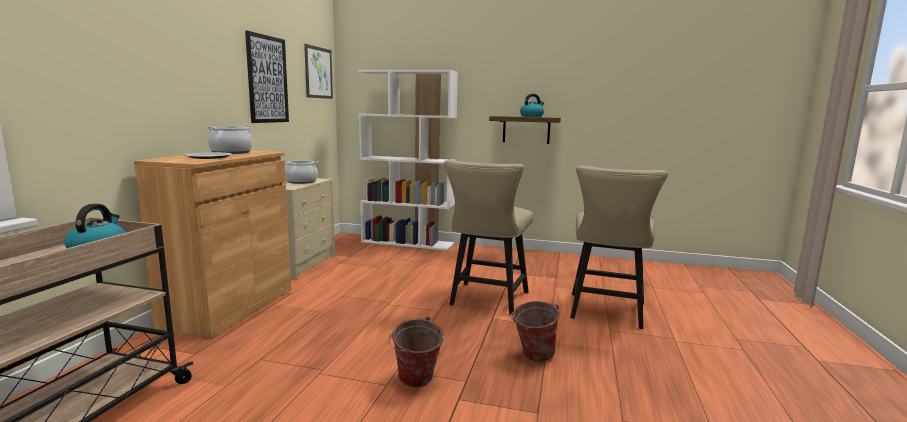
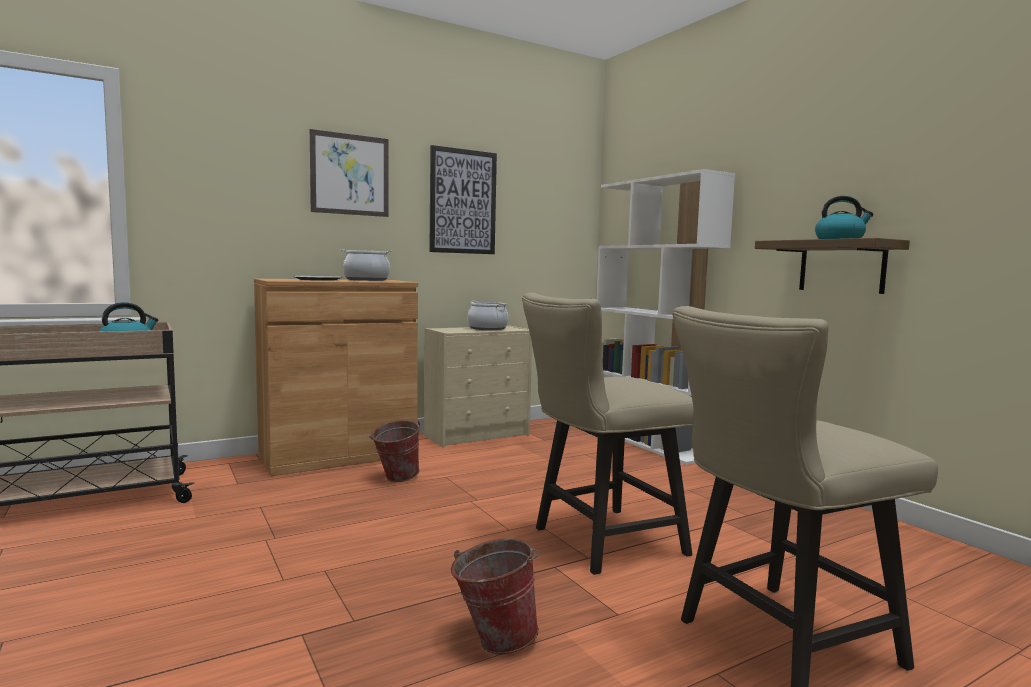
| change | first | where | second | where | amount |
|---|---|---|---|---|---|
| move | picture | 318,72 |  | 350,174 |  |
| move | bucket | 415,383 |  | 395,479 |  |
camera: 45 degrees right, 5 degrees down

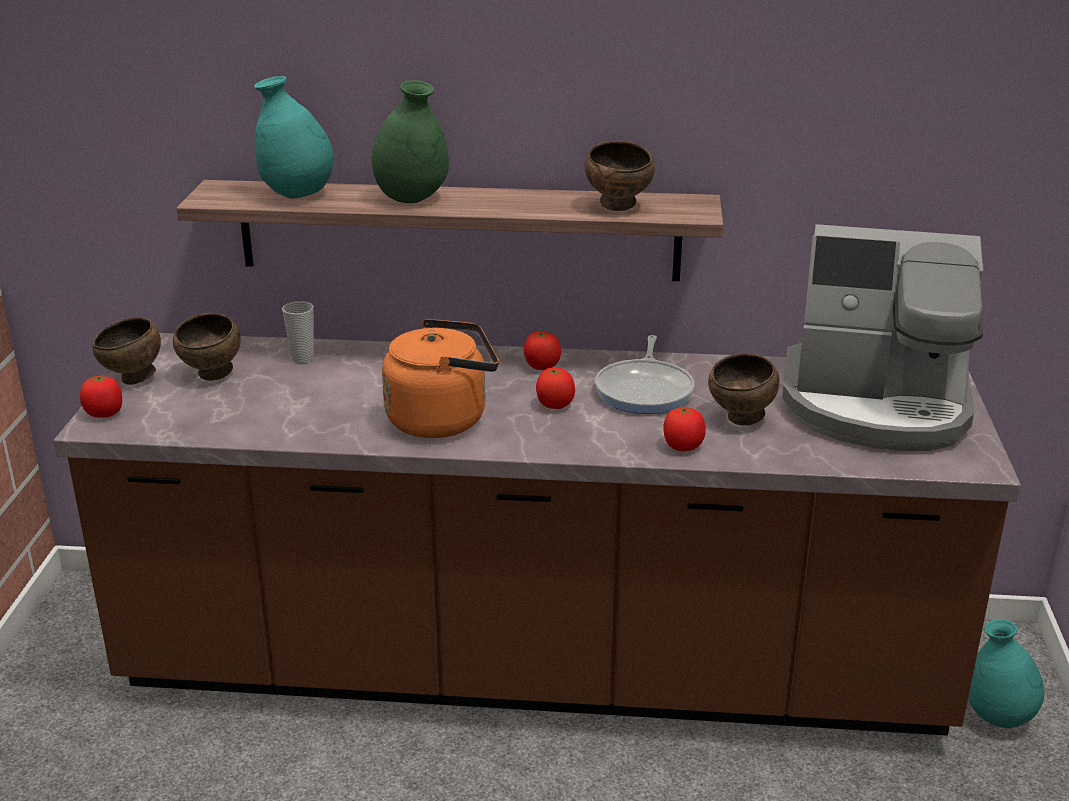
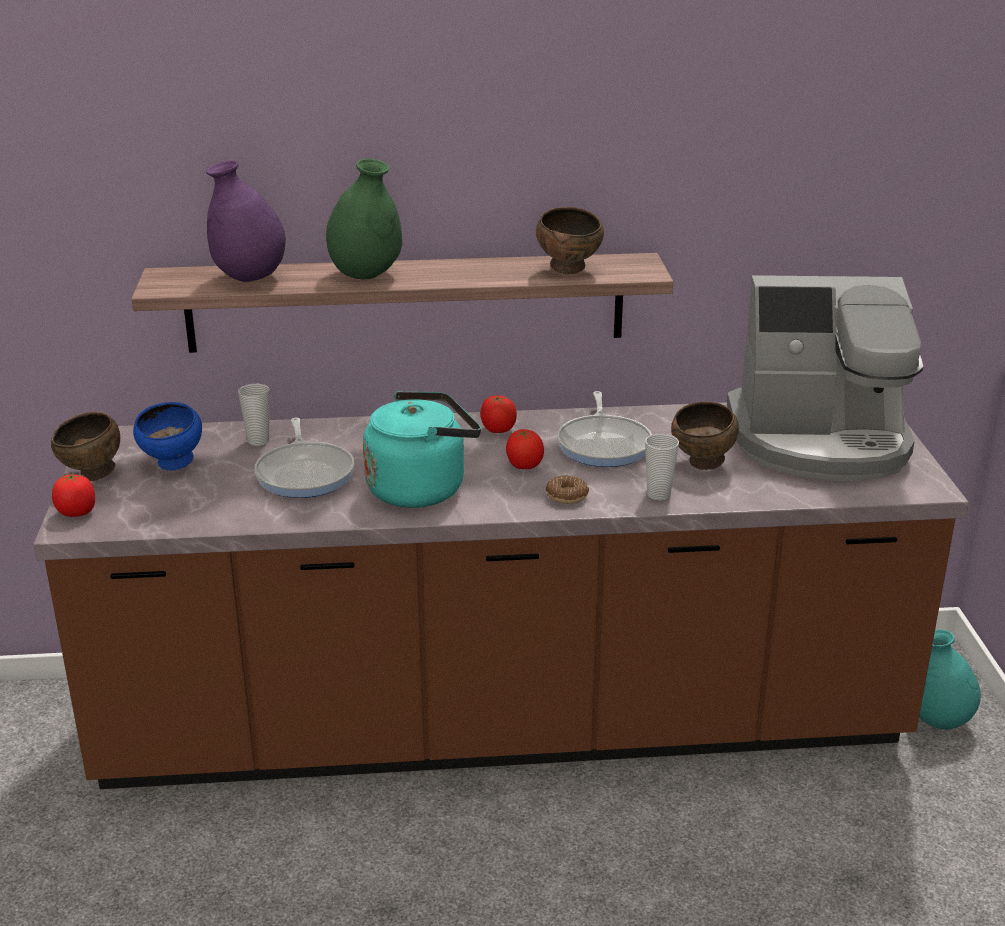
| change | first | where | second | where | amount |
|---|---|---|---|---|---|
| recolor | turquoise_vase | 297,195 | purple_vase | 250,278 |  |
| recolor | brown_bowl | 213,376 | blue_bowl | 174,465 |  |
| recolor | orange_kettle | 443,419 | turquoise_kettle | 421,488 |  |
| replace | tomato | 683,447 | cup | 658,495 |  |
| insert |  |  | frying_pan | 305,473 |  |
| insert |  |  | donut | 567,496 |  |
camera: 10 degrees left, 0 degrees up

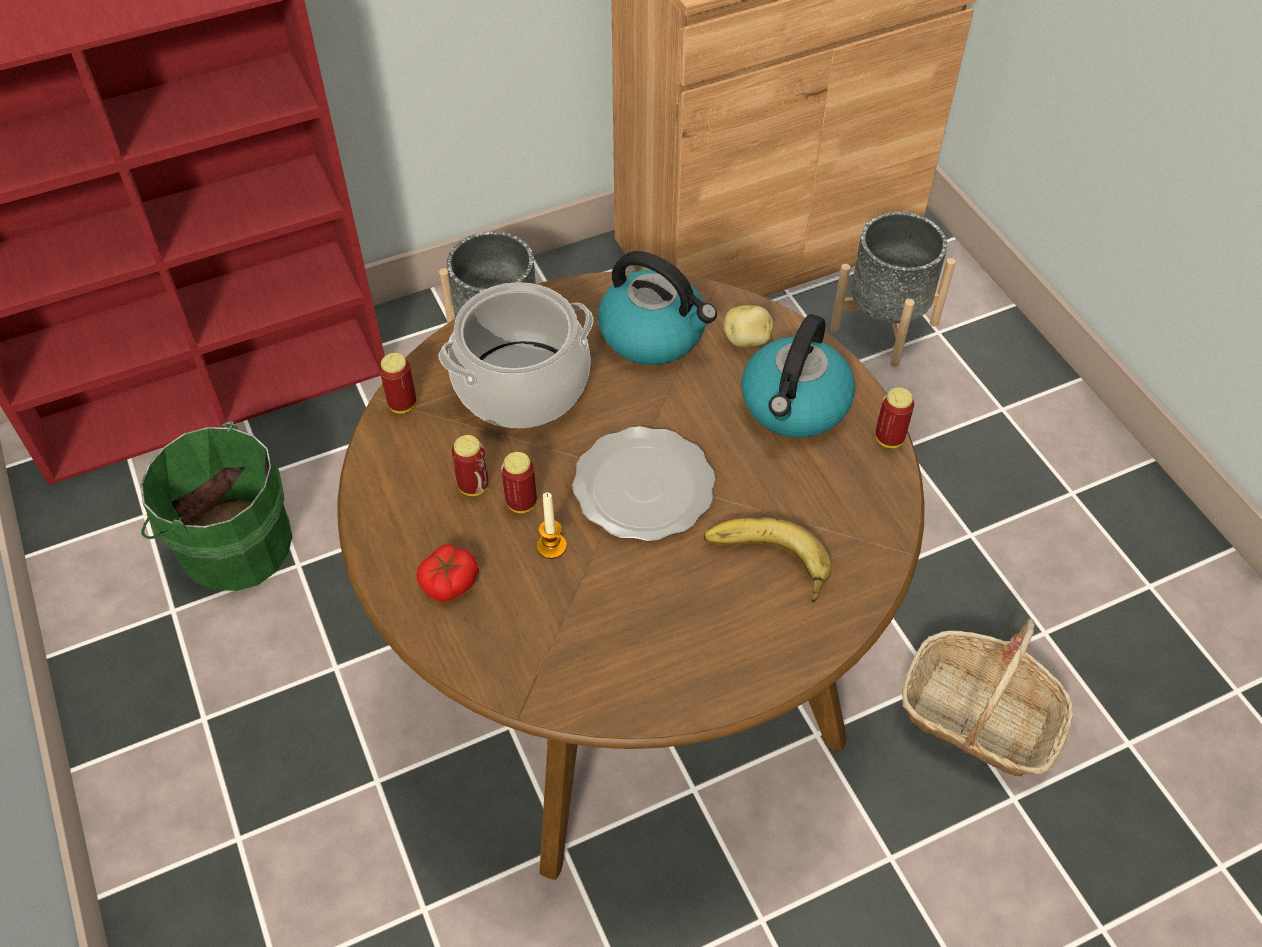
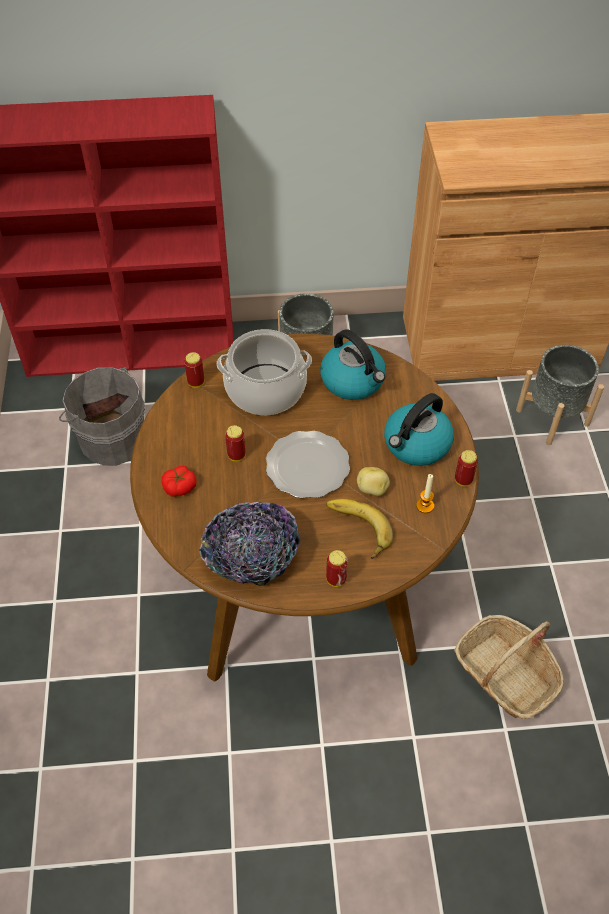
| change | first | where | second | where | amount |
|---|---|---|---|---|---|
| move | potato | 747,340 |  | 372,489 |  |
| recolor | green_bucket | 232,543 | grey_bucket | 110,438 |  |
| move | can | 473,486 |  | 336,579 |  |
| move | candle | 551,546 |  | 425,506 |  |
| insert |  |  | bowl | 252,556 |  |
camera: 20 degrees right, 0 degrees up

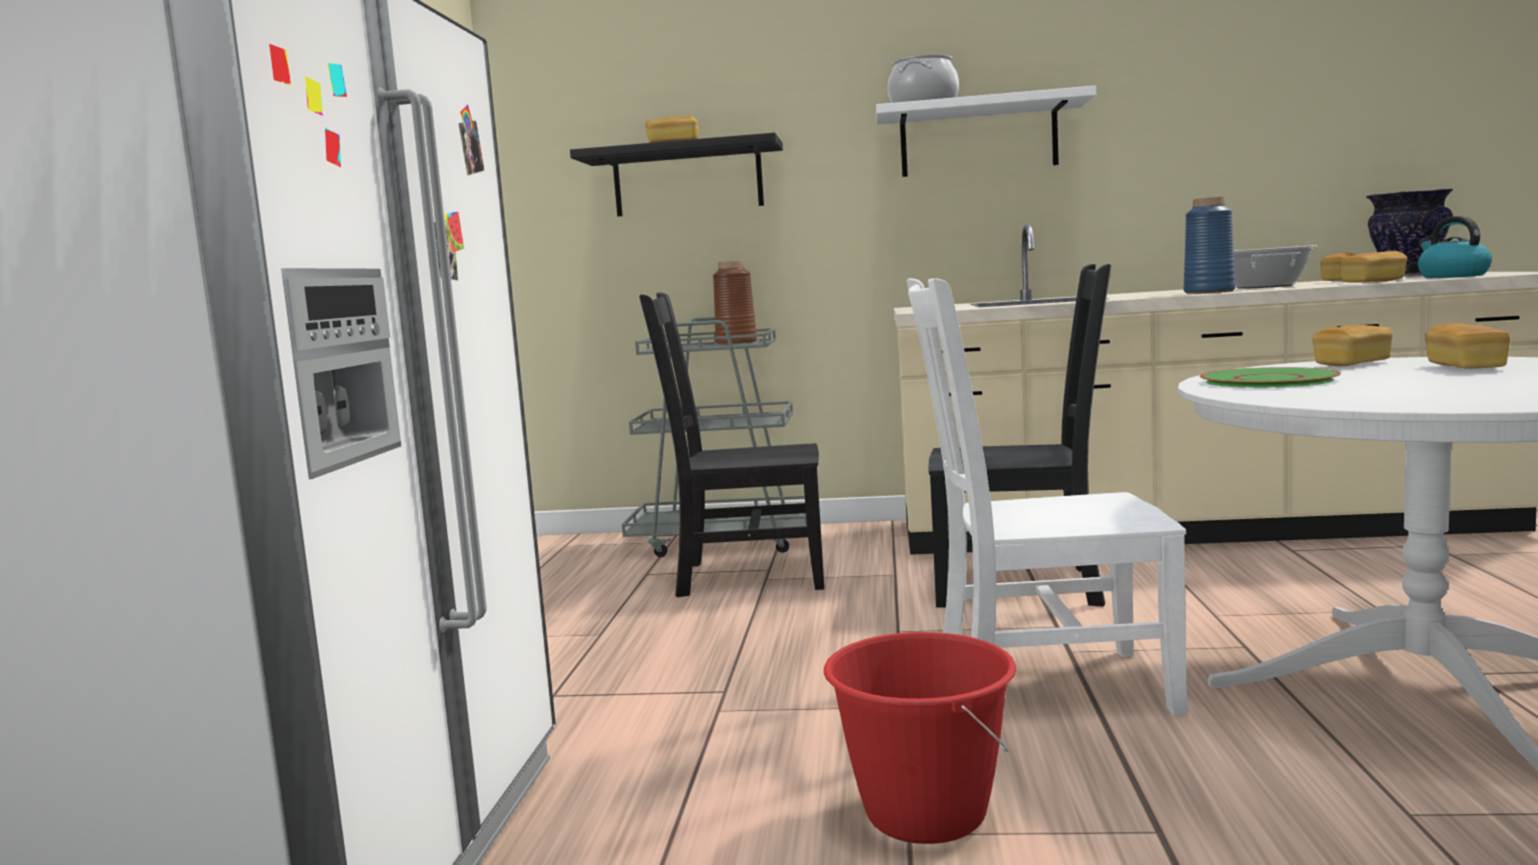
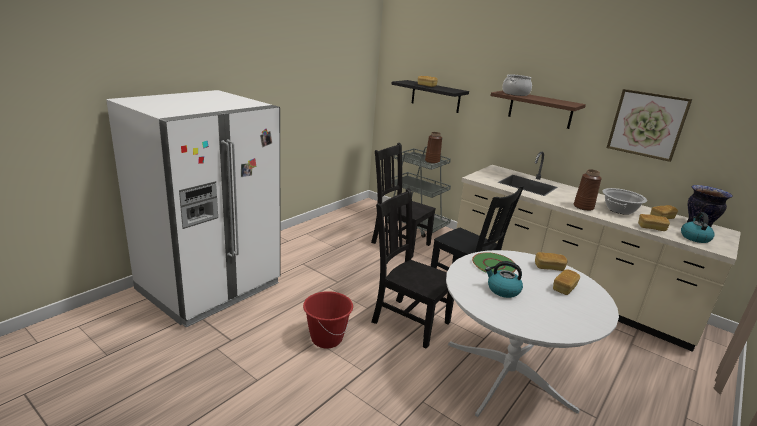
| change | first | where | second | where | amount |
|---|---|---|---|---|---|
| recolor | white_shelf | 978,139 | brown_shelf | 540,109 |  |
| recolor | blue_vase | 1209,292 | brown_vase | 583,207 |  |
| recolor | white_chair | 1043,686 | black_chair | 408,321 |  |
| insert |  |  | picture | 647,124 |  |
| insert |  |  | kettle | 502,290 |  |
camera: 30 degrees right, 15 degrees up

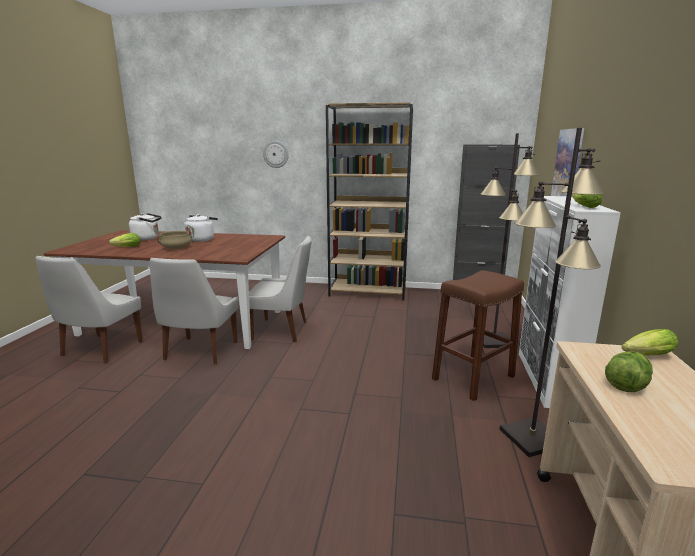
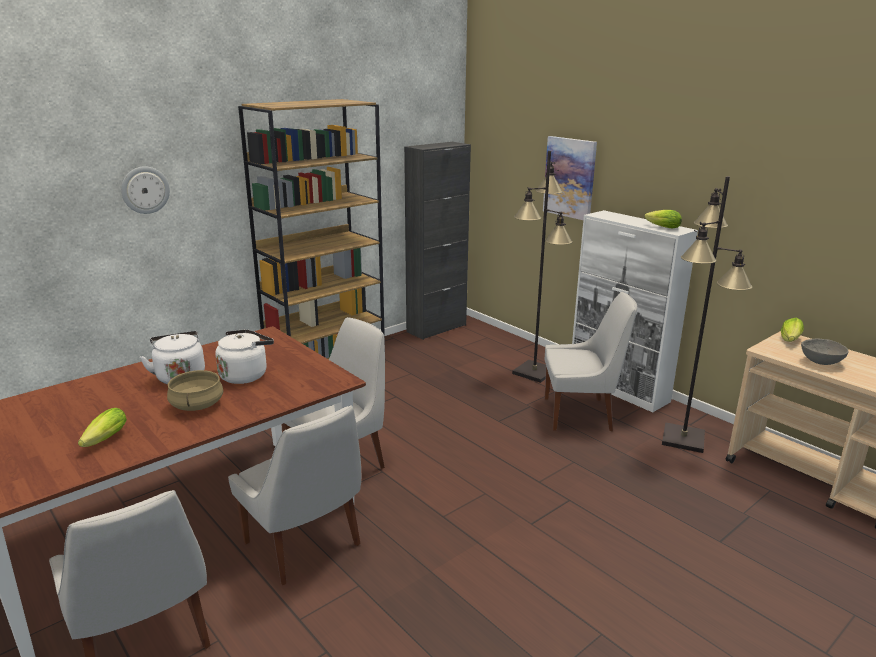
| change | first | where | second | where | amount |
|---|---|---|---|---|---|
| move | white_kettle | 147,238 |  | 245,375 |  |
| replace | brown_stool | 473,378 | white_chair | 581,414 |  |
| replace | lettuce | 626,383 | grey_bowl | 820,362 |  |
camera: 50 degrees left, 5 degrees up

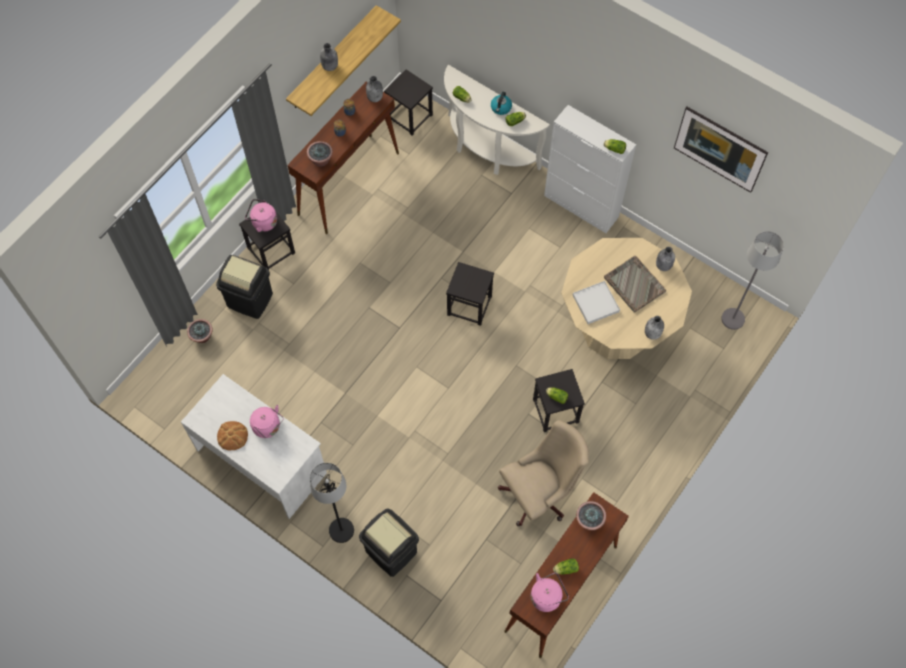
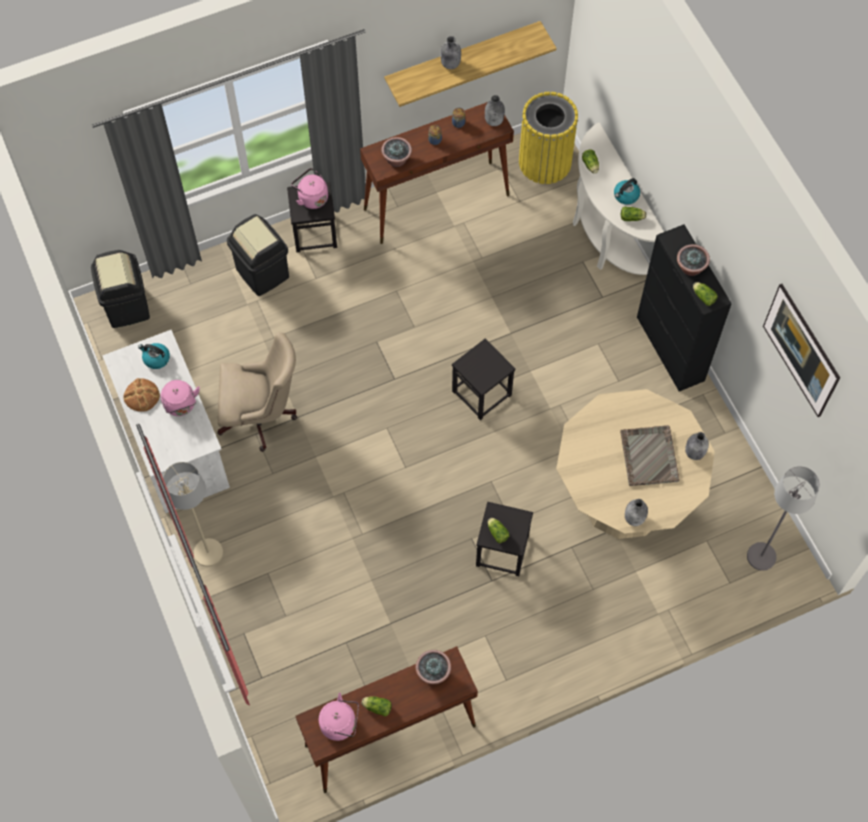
| change | first | where | second | where | amount |
|---|---|---|---|---|---|
| replace | black_stool | 409,117 | yellow_trash_can | 544,162 |  |
| recolor | white_cabinet | 581,206 | black_cabinet | 670,349 |  |
| delete | white_tray | 595,303 |  |  |  |
| move | potted_plant | 202,337 |  | 690,268 |  |
| move | beige_office_chair | 539,493 |  | 261,416 |  |
| recolor | black_floor_lamp | 341,530 | beige_floor_lamp | 208,552 |  |
| move | black_trash_can | 390,552 |  | 126,306 |  |
| insert |  |  | kettle | 156,358 |  |
camera: 30 degrees right, 0 degrees up

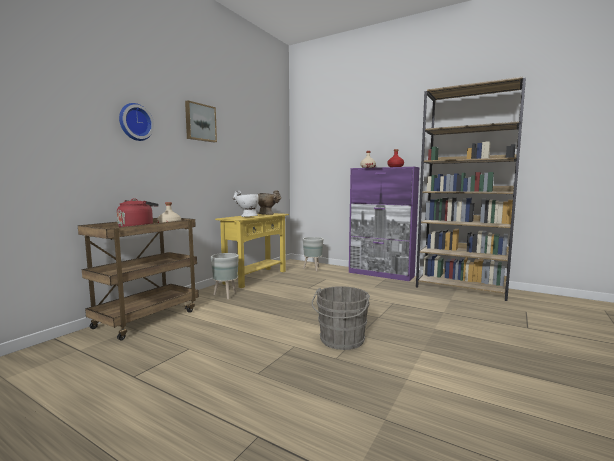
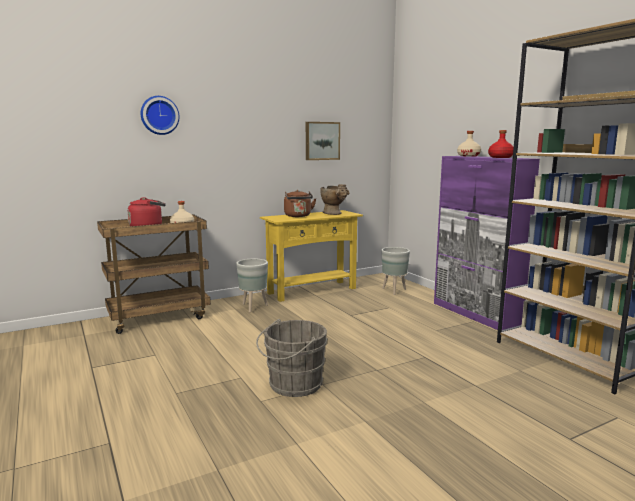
| change | first | where | second | where | amount |
|---|---|---|---|---|---|
| move | picture | 200,122 |  | 321,141 |  |
| replace | white_vase | 246,216 | brown_kettle | 298,216 |  |
camera: 30 degrees right, 5 degrees up

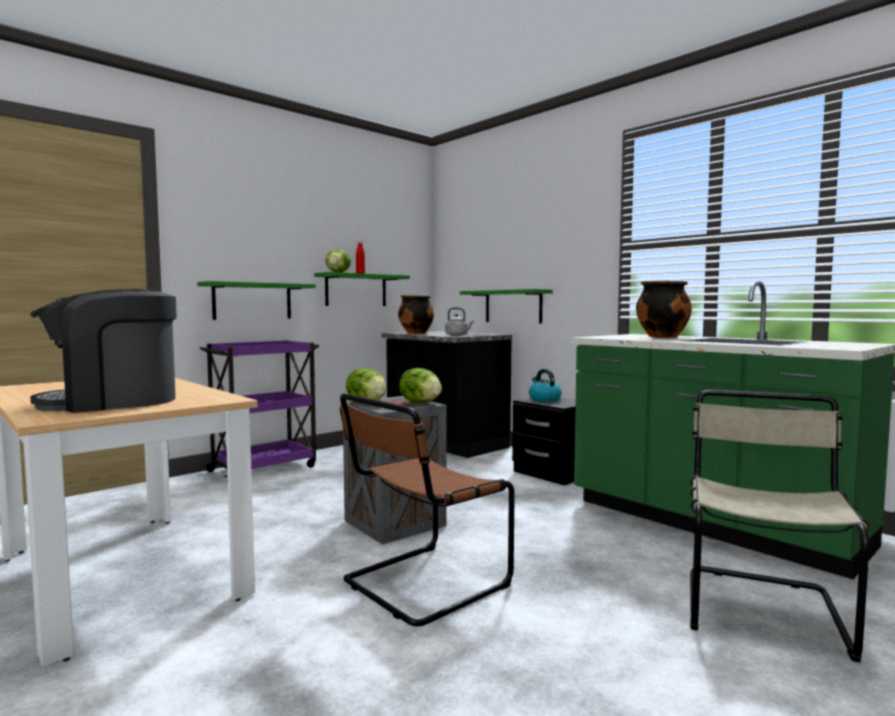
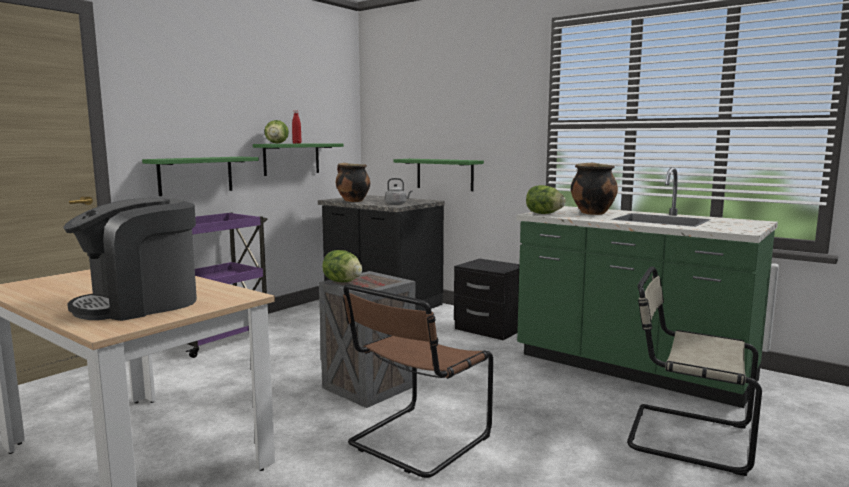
| change | first | where | second | where | amount |
|---|---|---|---|---|---|
| move | lettuce | 421,403 |  | 544,214 |  |
| delete | kettle | 544,399 |  |  |  |
| rotate | beige_chair | 762,607 |  | 683,437 | 75 degrees counterclockwise |
camera: 10 degrees left, 5 degrees up

